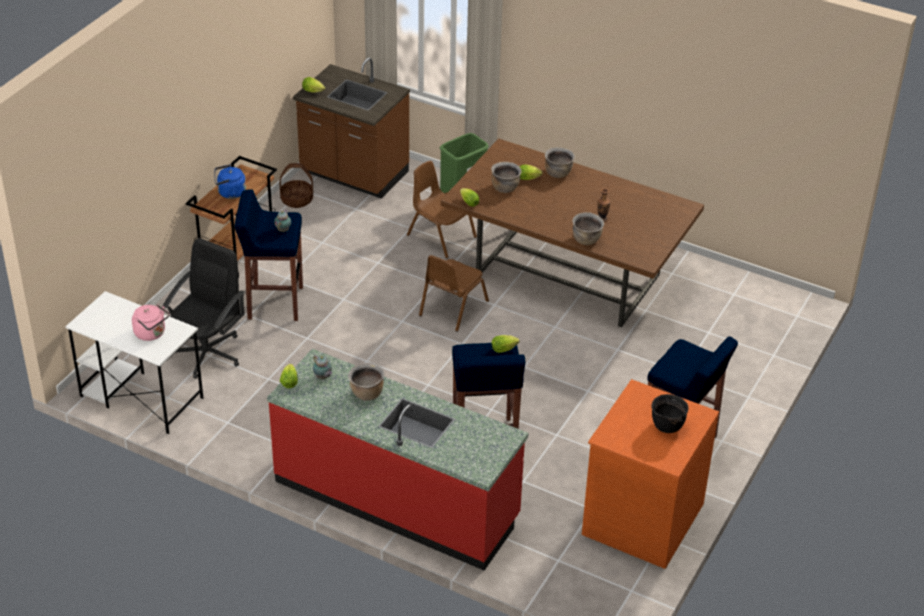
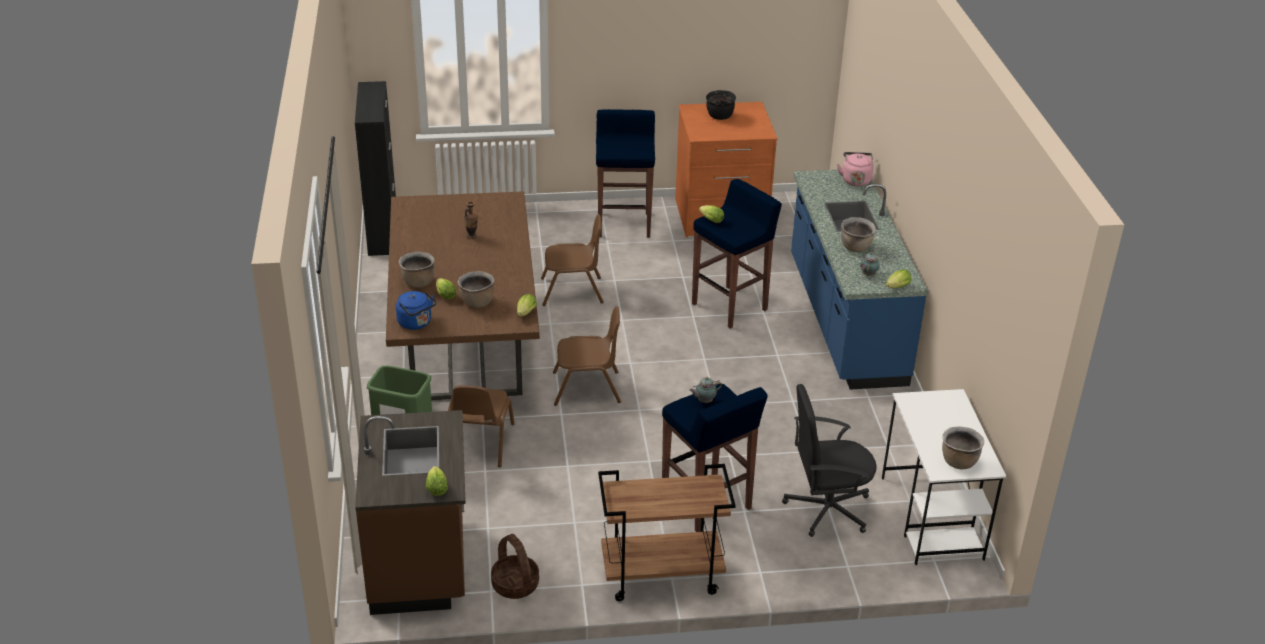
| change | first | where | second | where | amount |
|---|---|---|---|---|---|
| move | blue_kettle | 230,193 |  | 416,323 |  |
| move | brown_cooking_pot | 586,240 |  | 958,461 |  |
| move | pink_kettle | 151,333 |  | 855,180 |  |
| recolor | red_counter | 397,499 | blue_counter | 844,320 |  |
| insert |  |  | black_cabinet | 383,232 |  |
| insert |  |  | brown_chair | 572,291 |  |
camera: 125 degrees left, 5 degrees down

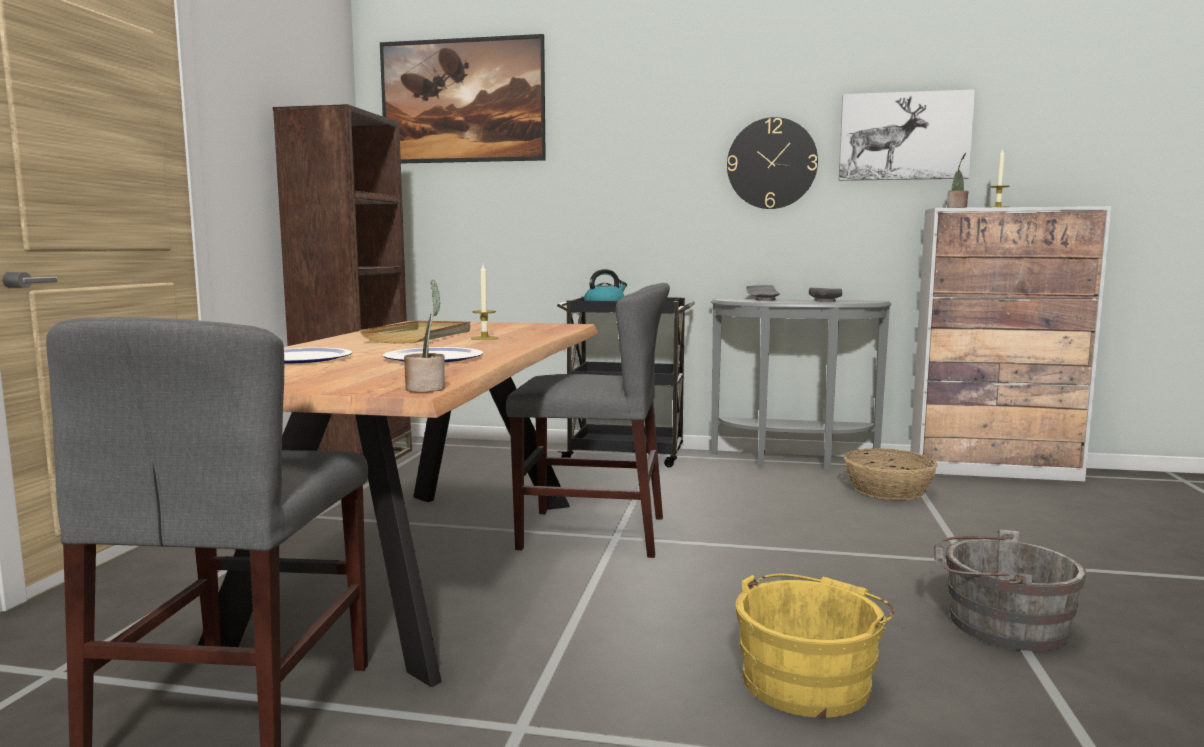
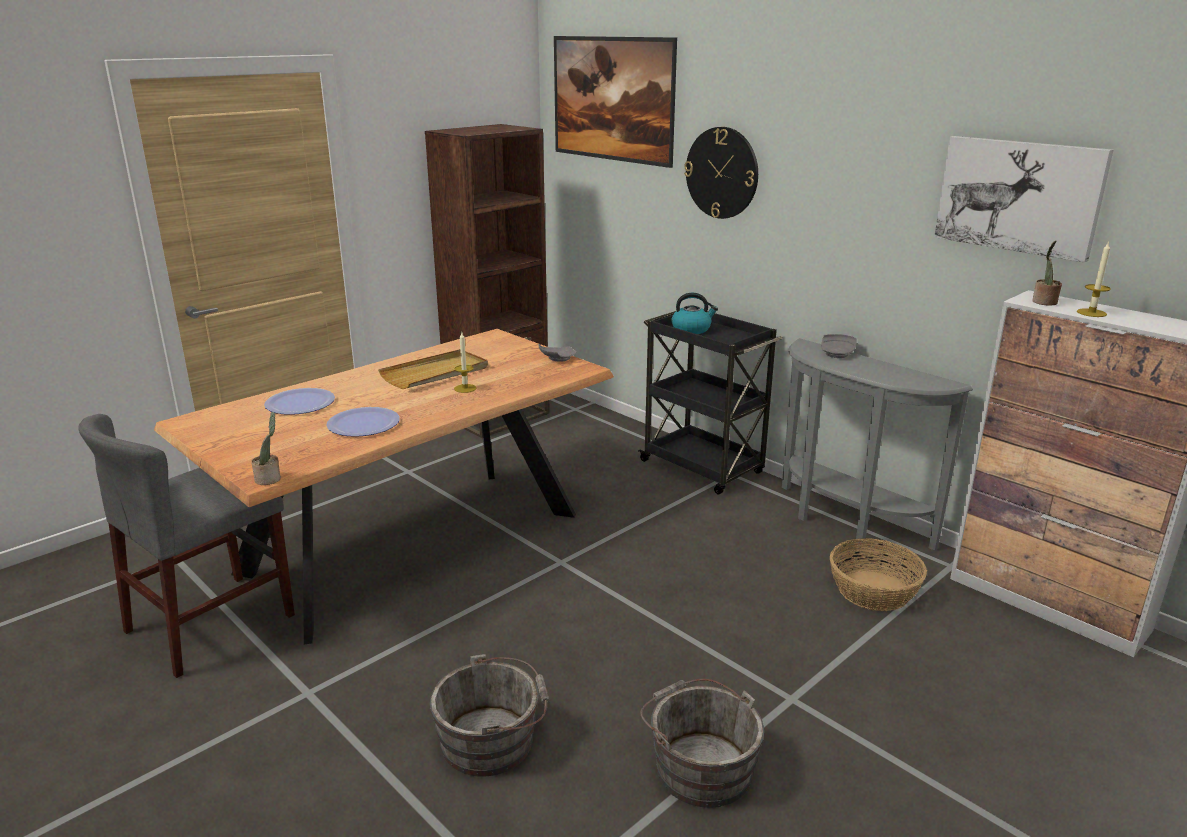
| change | first | where | second | where | amount |
|---|---|---|---|---|---|
| move | wall_clock | 771,163 |  | 722,173 |  |
| delete | grey_chair | 592,533 |  |  |  |
| move | grey_plate | 824,301 |  | 556,358 |  |
| recolor | yellow_bucket | 809,679 | grey_bucket | 493,740 |  |
camera: 35 degrees right, 15 degrees up

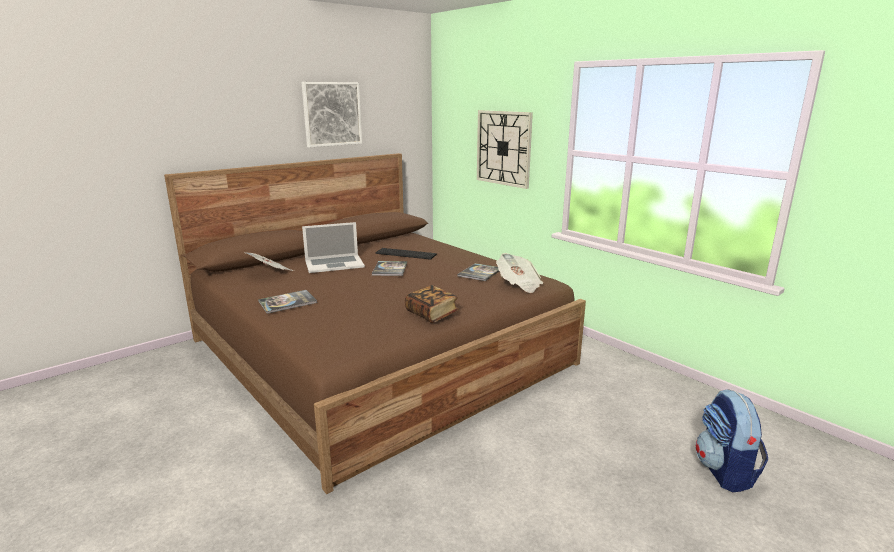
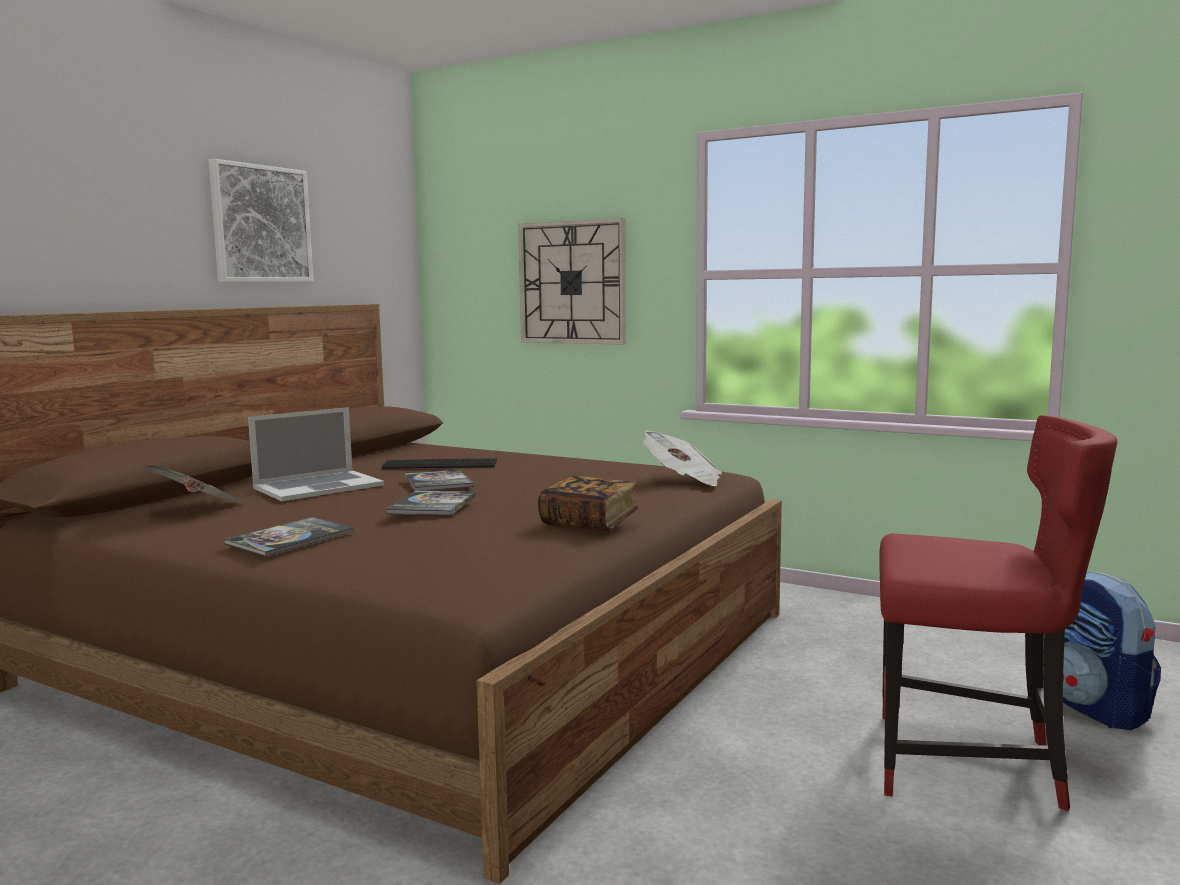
| change | first | where | second | where | amount |
|---|---|---|---|---|---|
| move | book | 480,273 |  | 433,505 |  |
| insert |  |  | red_chair | 971,764 |  |
camera: 20 degrees left, 10 degrees down

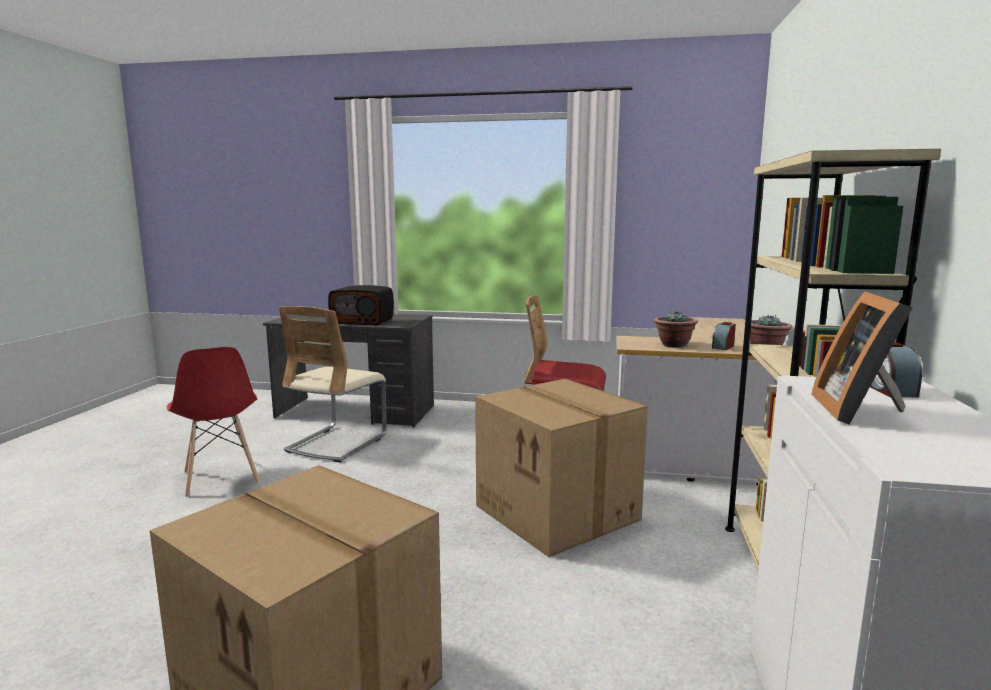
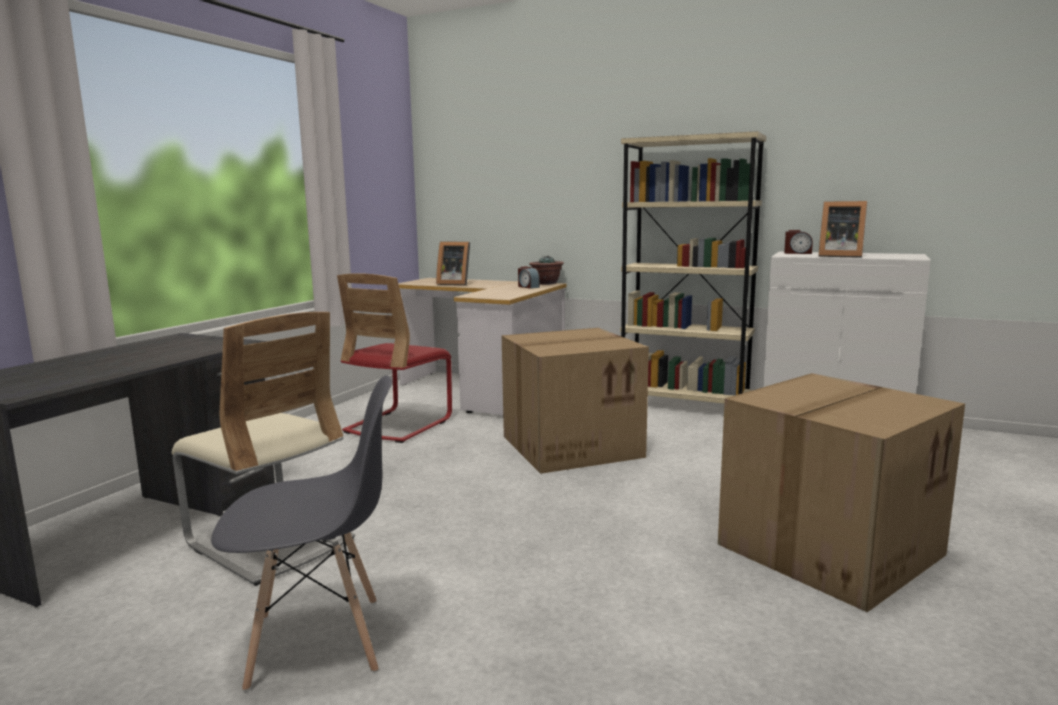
| change | first | where | second | where | amount |
|---|---|---|---|---|---|
| delete | radio | 363,321 |  |  |  |
| delete | potted_plant | 673,345 |  |  |  |
| recolor | red_chair | 220,478 | grey_chair | 318,642 |  |
| insert |  |  | picture_frame | 454,284 |  |
camera: 75 degrees left, 0 degrees up

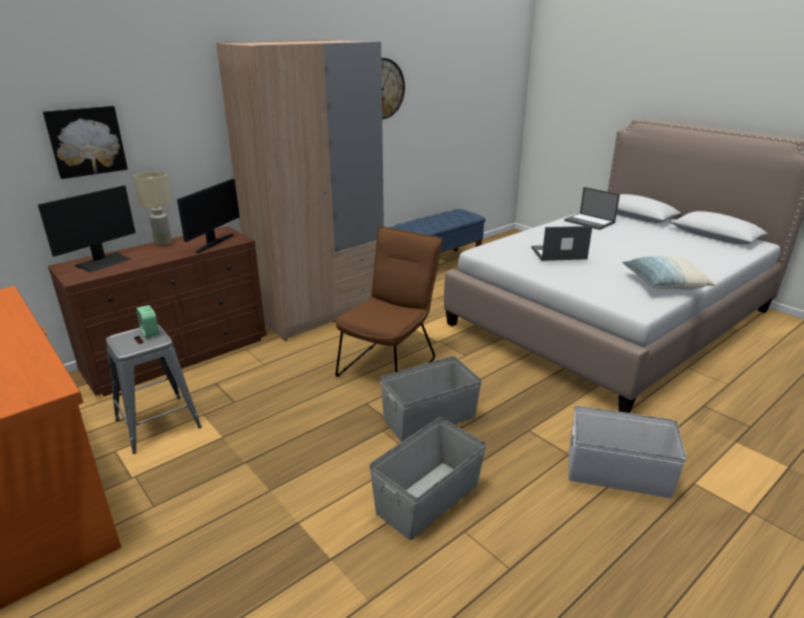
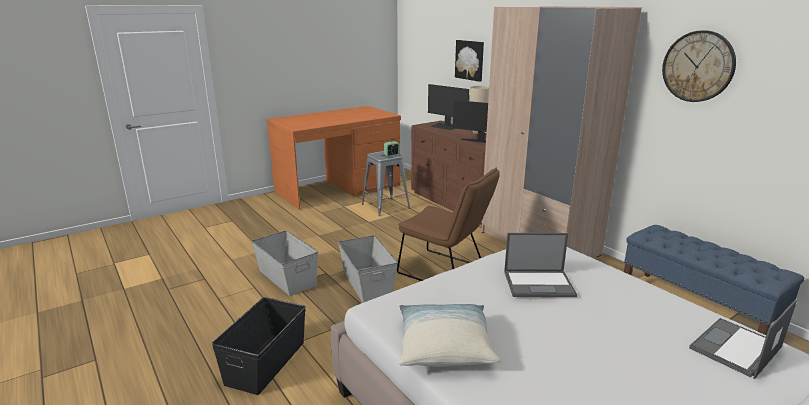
| change | first | where | second | where | amount |
|---|---|---|---|---|---|
| rotate | laptop | 558,253 |  | 539,284 | 90 degrees clockwise |
| recolor | white_storage_box | 617,472 | black_storage_box | 266,362 |  |
camera: 95 degrees right, 5 degrees down

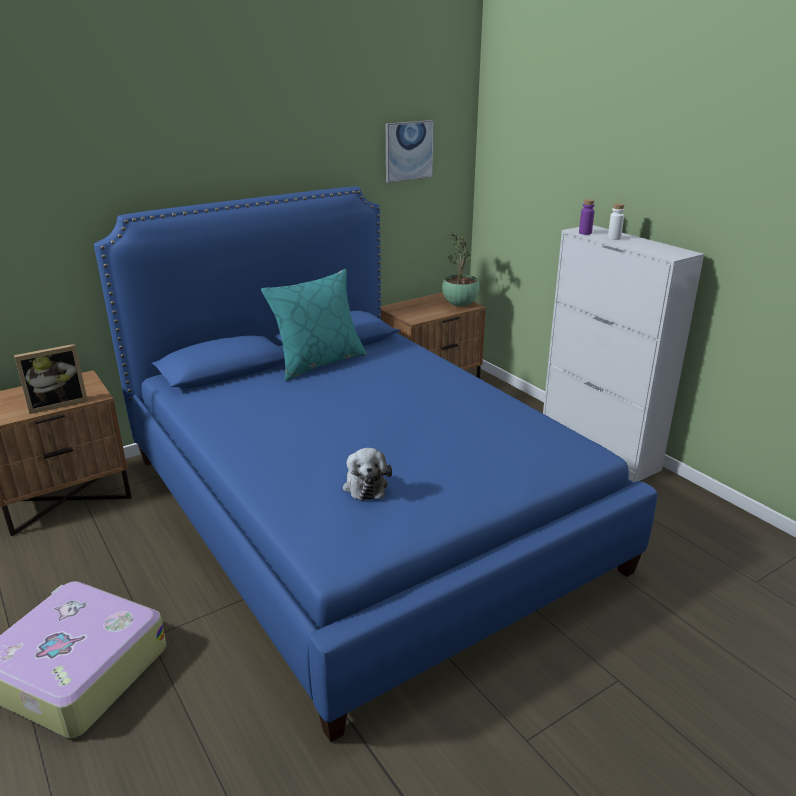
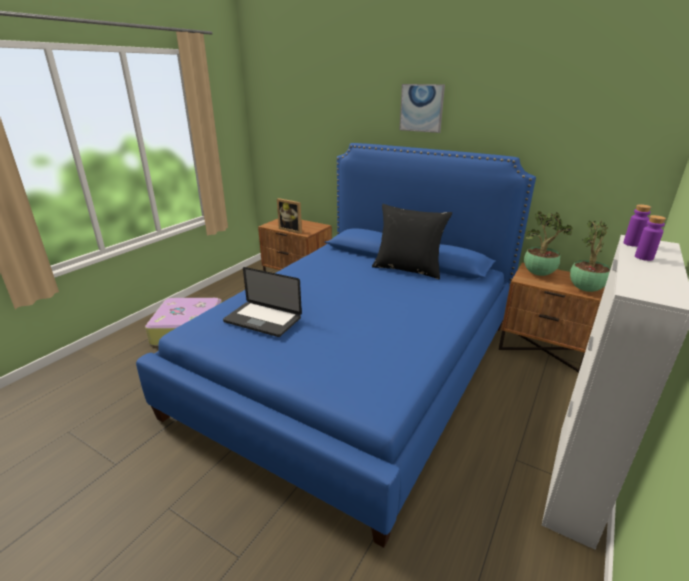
| change | first | where | second | where | amount |
|---|---|---|---|---|---|
| move | picture | 408,151 |  | 421,108 |  |
| recolor | white_bottle | 614,238 | purple_bottle | 644,257 |  |
| recolor | turquoise_pillow | 318,362 | black_pillow | 408,269 |  |
| replace | plush_toy | 365,485 | laptop | 262,320 |  |
| insert |  |  | potted_plant | 539,274 |  |
camera: 65 degrees right, 0 degrees up

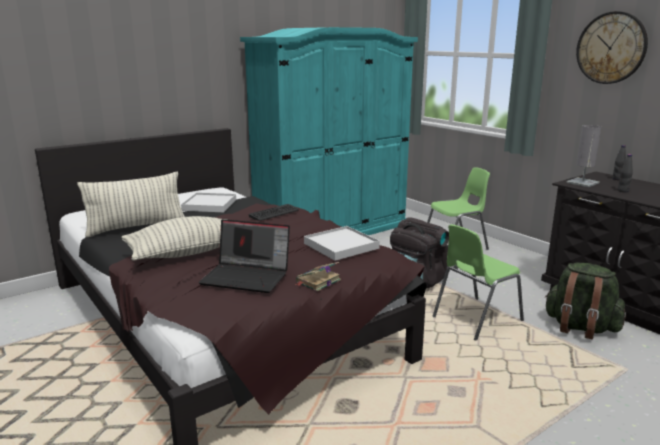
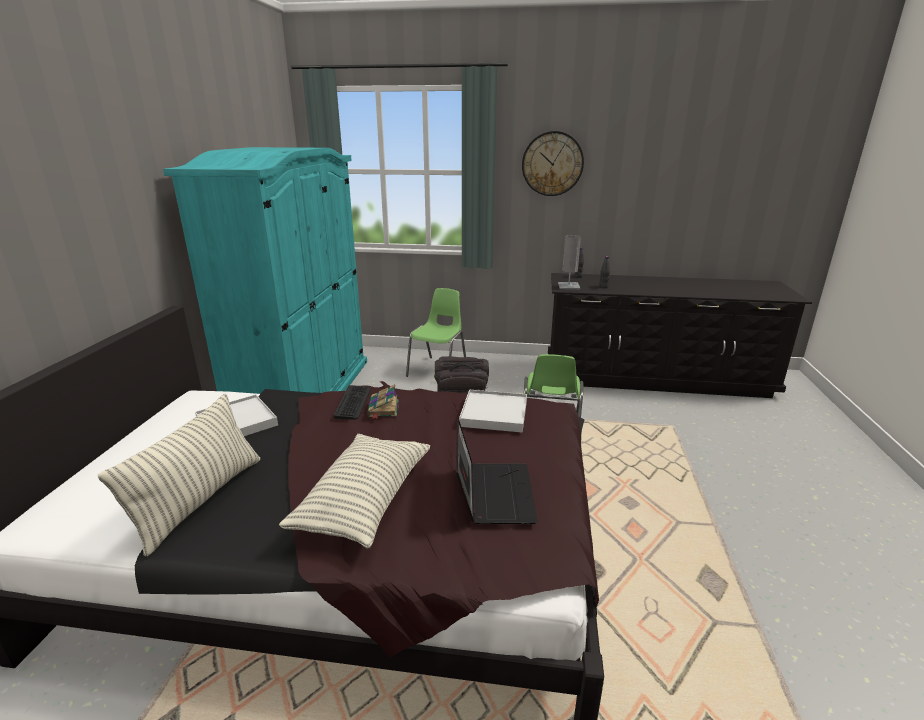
| change | first | where | second | where | amount |
|---|---|---|---|---|---|
| rotate | laptop | 247,276 |  | 492,492 | 60 degrees counterclockwise |
| move | book | 317,281 |  | 383,409 |  |
| delete | green_backpack | 580,328 |  |  |  |
camera: 45 degrees left, 5 degrees up

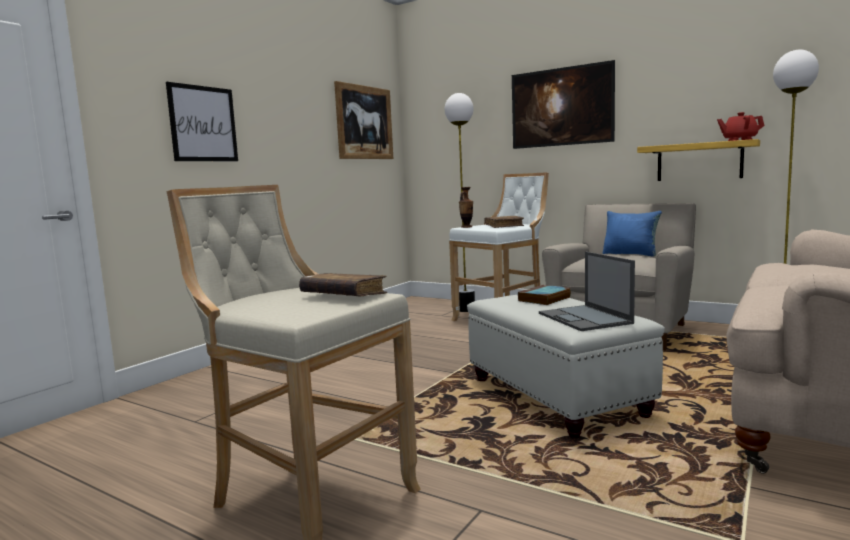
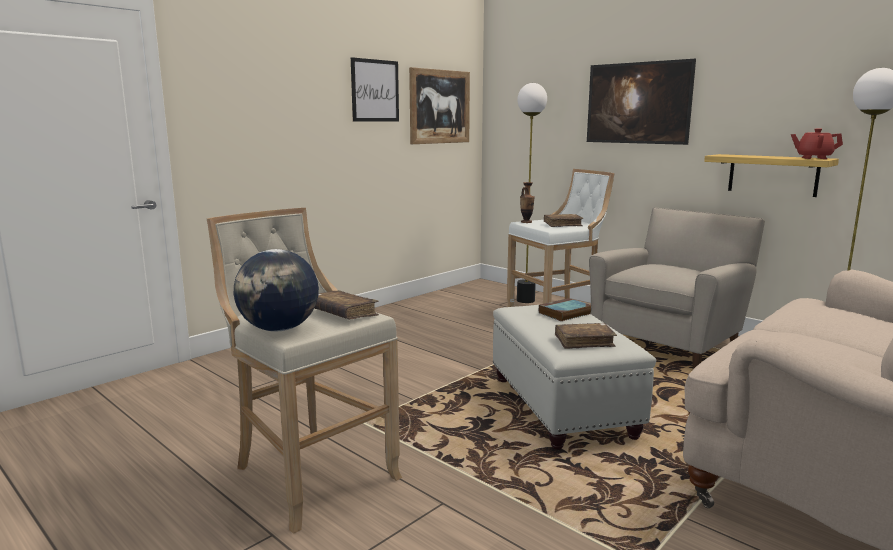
| change | first | where | second | where | amount |
|---|---|---|---|---|---|
| move | picture | 203,124 |  | 375,90 |  |
| delete | blue_pillow | 630,254 |  |  |  |
| replace | laptop | 585,318 | brown_book | 584,342 |  |
| insert |  |  | globe | 279,329 |  |
camera: 10 degrees right, 5 degrees up

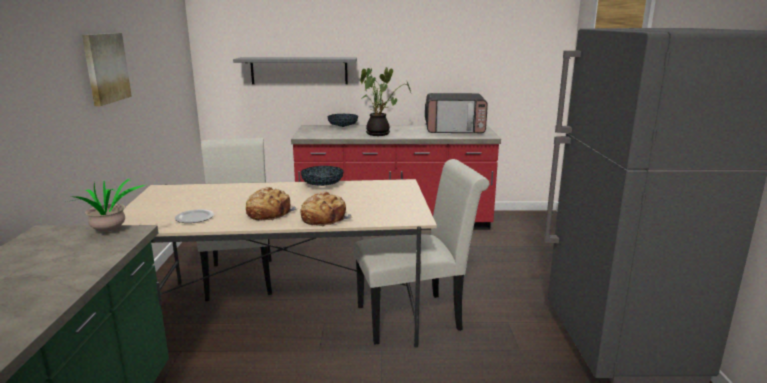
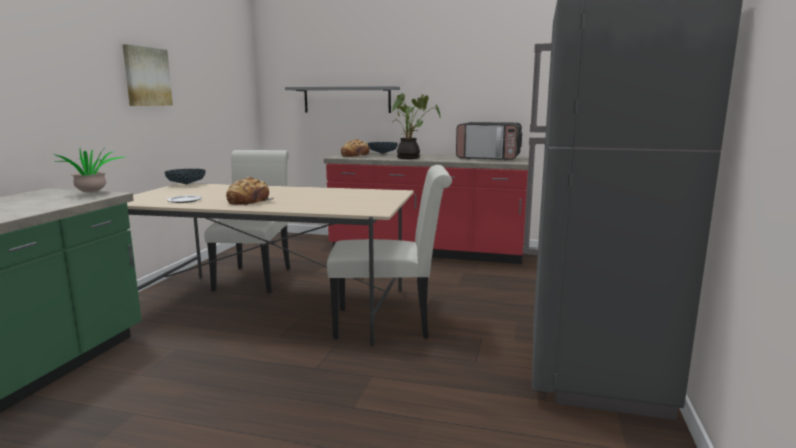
| change | first | where | second | where | amount |
|---|---|---|---|---|---|
| move | bowl | 322,185 |  | 186,184 |  |
| move | bread | 324,218 |  | 355,156 |  |
camera: 15 degrees right, 5 degrees down

